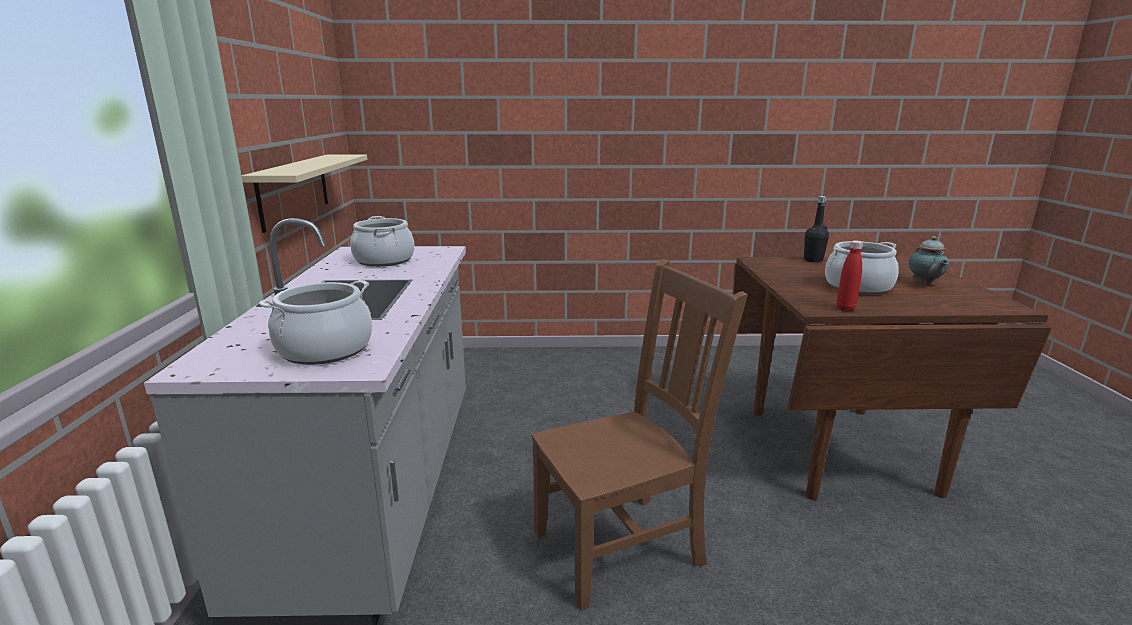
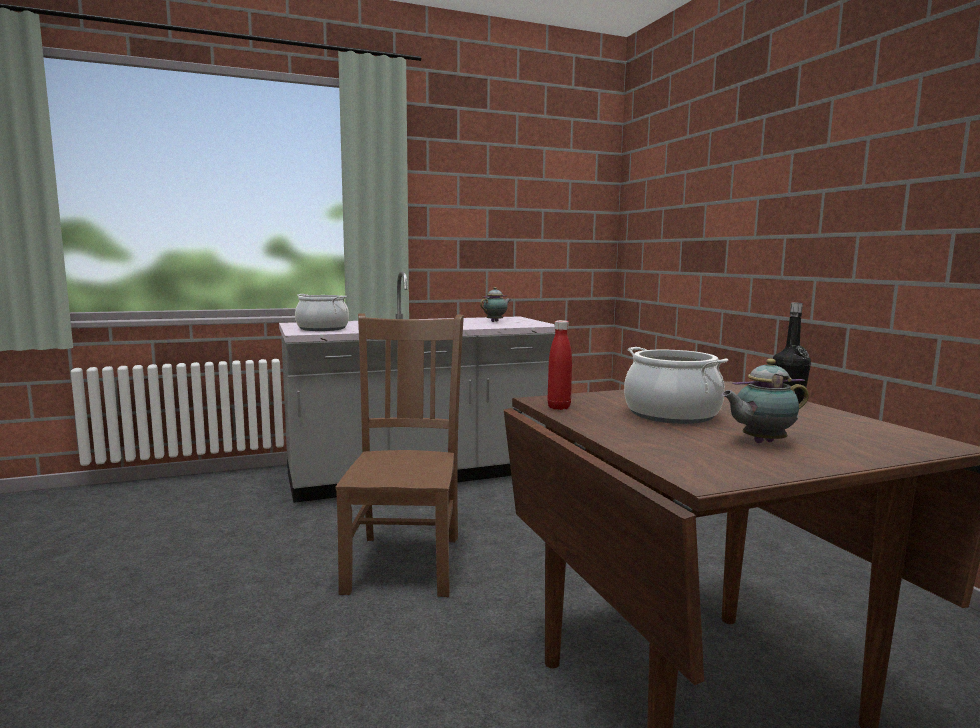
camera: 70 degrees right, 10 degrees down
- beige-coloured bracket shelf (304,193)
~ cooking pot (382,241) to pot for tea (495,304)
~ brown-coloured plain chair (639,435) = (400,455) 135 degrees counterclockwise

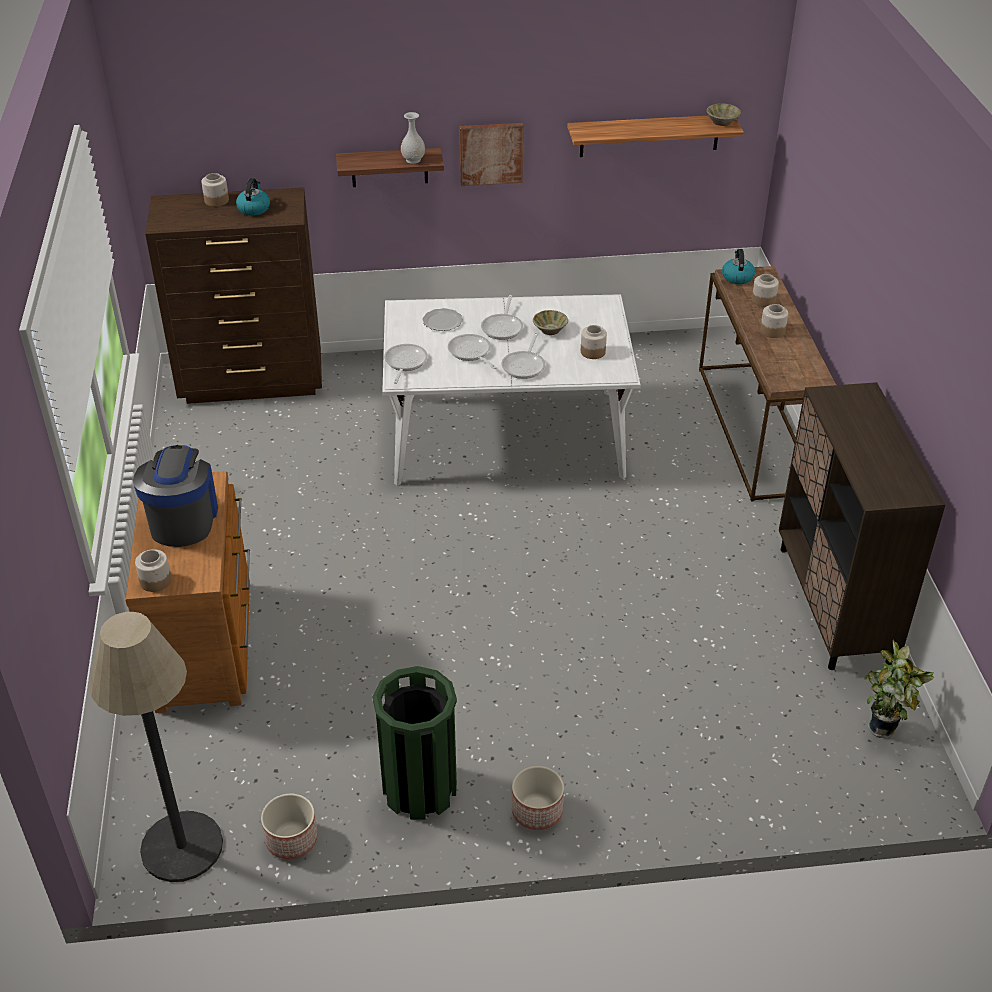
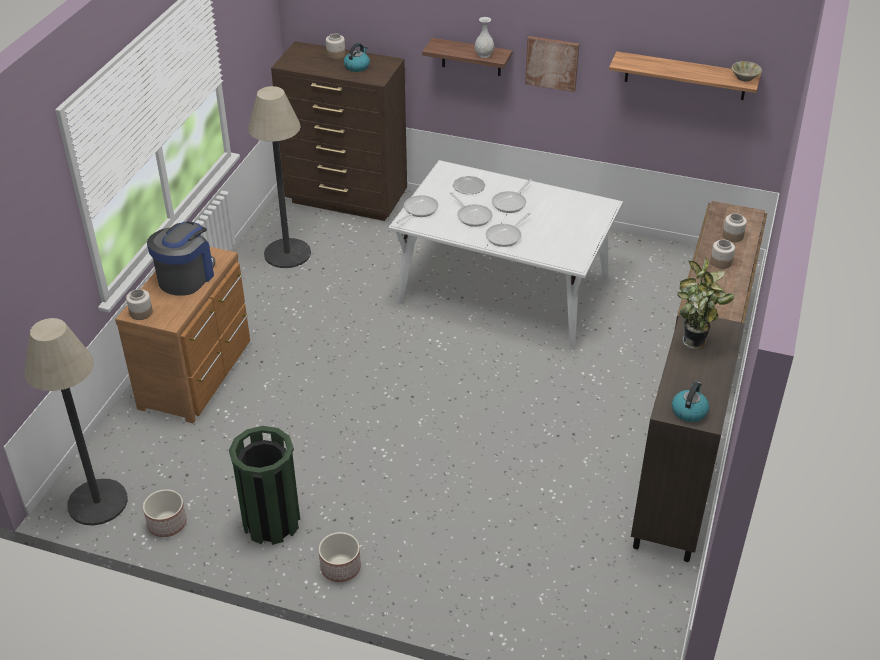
camera: 25 degrees right, 0 degrees up
~ frying pan (472,351) = (471,209) 150 degrees clockwise
- beige-coloured deep dish (550,322)
- jar (594,342)
~ water kettle (738,266) to (690,402)
~ plant in a pot (899,688) to (706,303)
+ floor lamp (279,177)

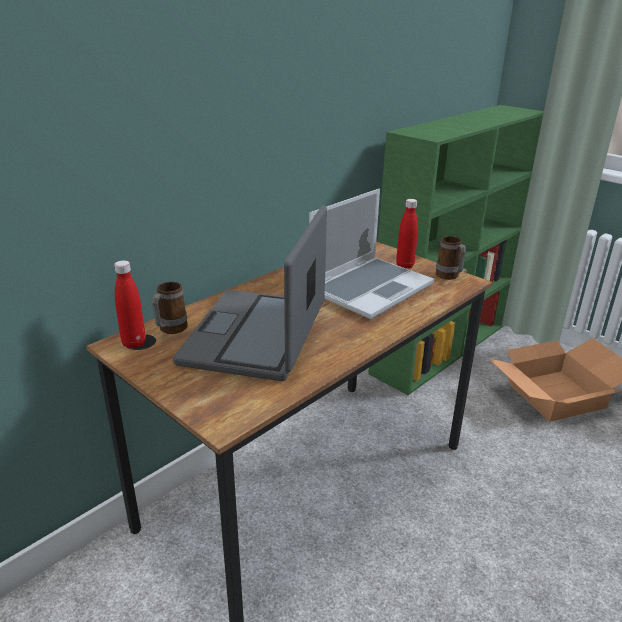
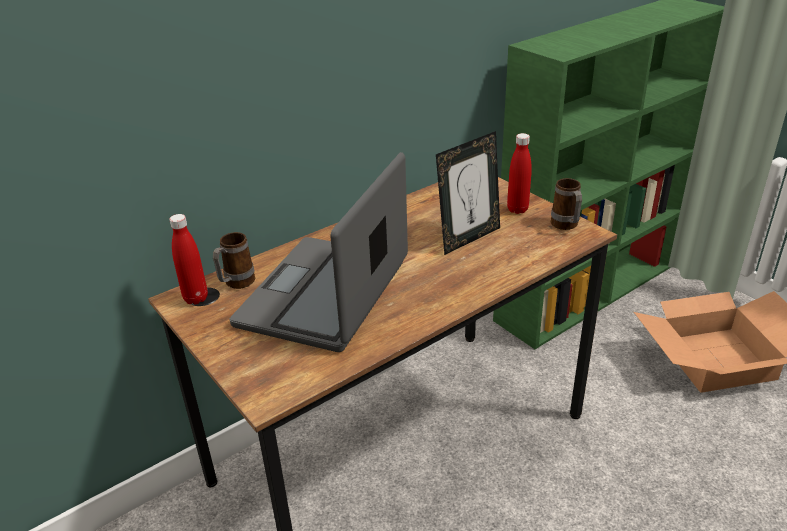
camera: 10 degrees right, 5 degrees up
~ notebook computer (371,253) to photo frame (468,193)

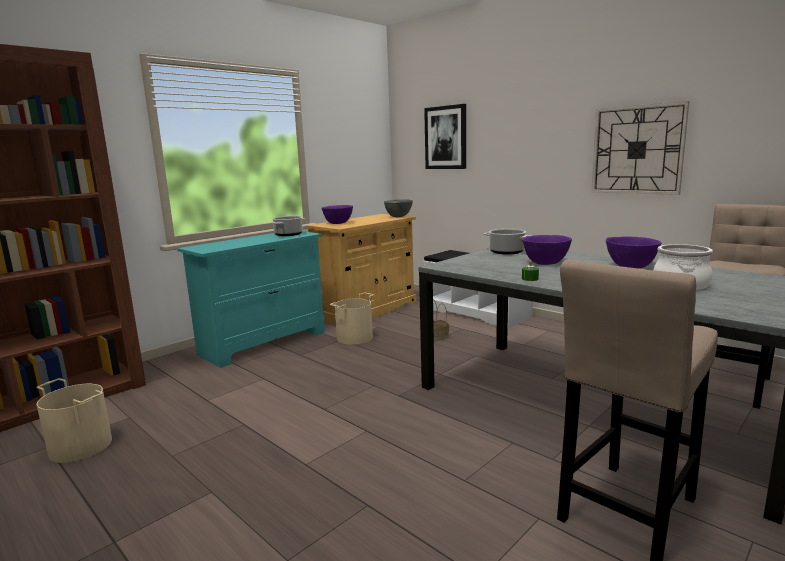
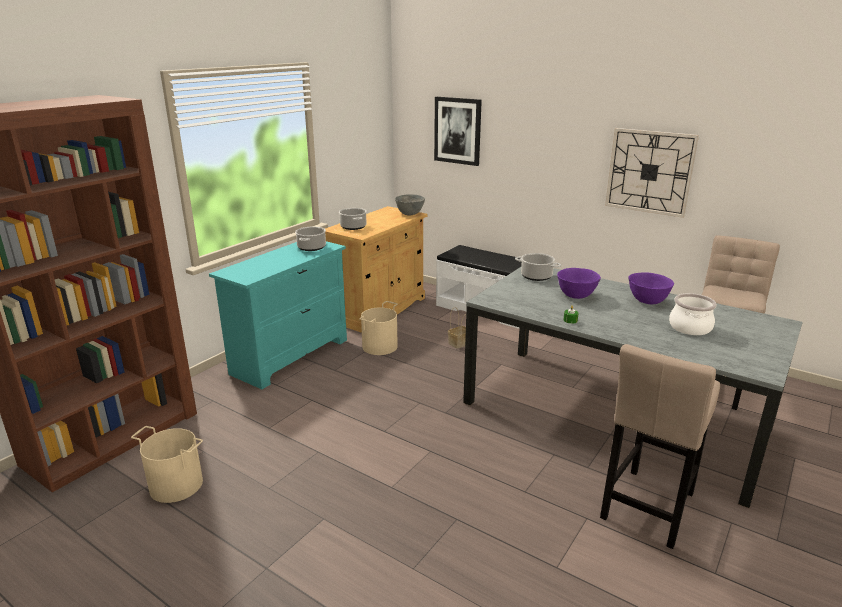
camera: 10 degrees left, 10 degrees up
~ purple deep dish (337,214) to cooking pot (353,219)

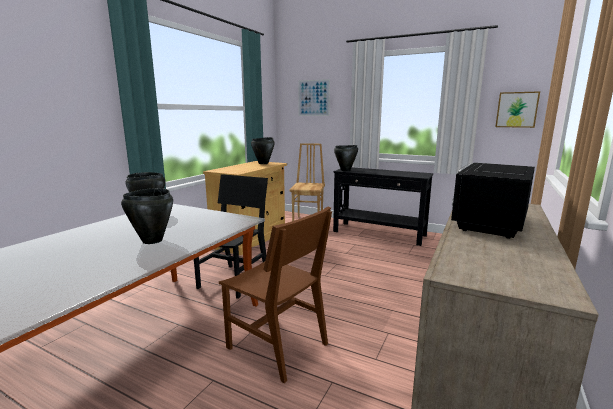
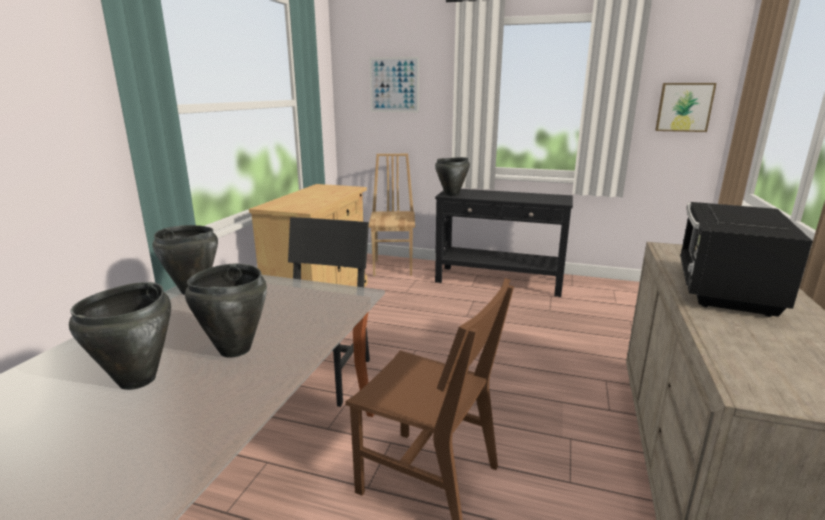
camera: 10 degrees left, 5 degrees up
~ black cooking pot (263,150) to (120,336)

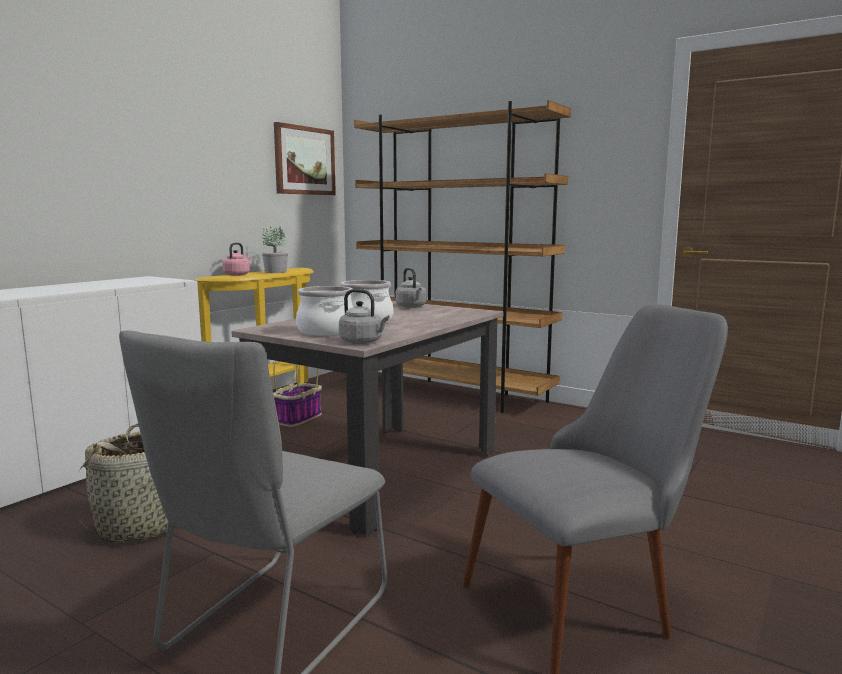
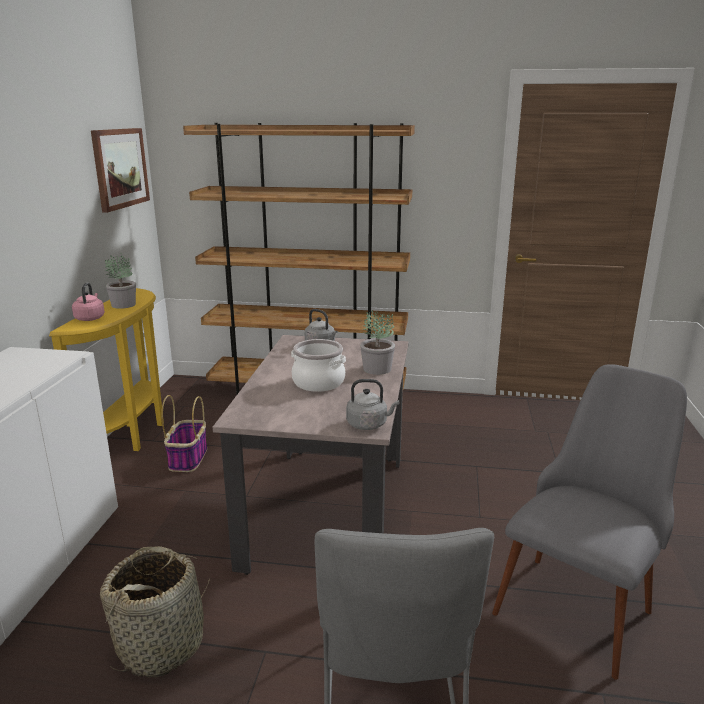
camera: 25 degrees left, 10 degrees up
- cooking pot (324,311)
+ plant in a pot (377,342)

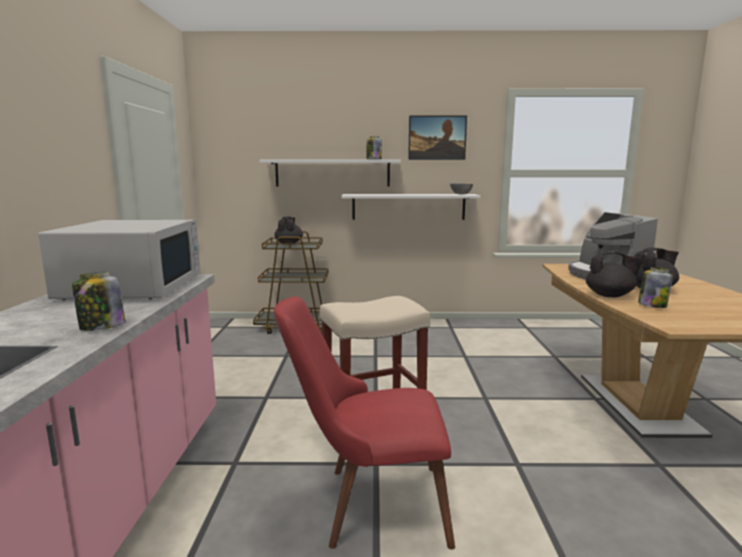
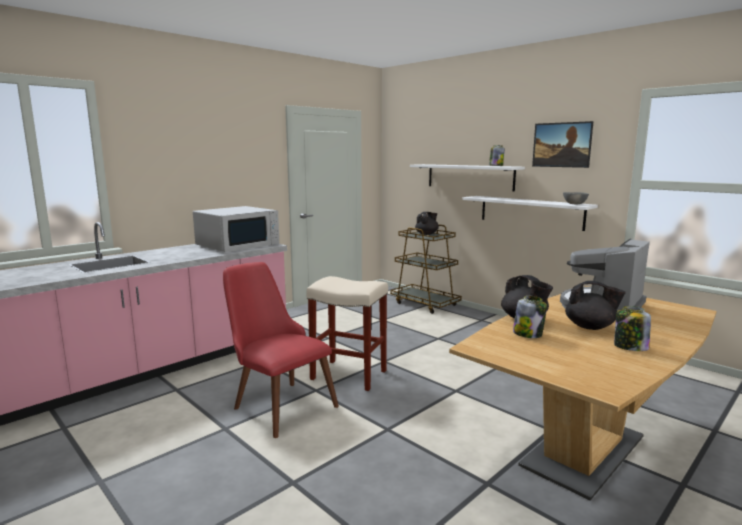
camera: 45 degrees right, 0 degrees up
~ jar (98,301) to (632,328)

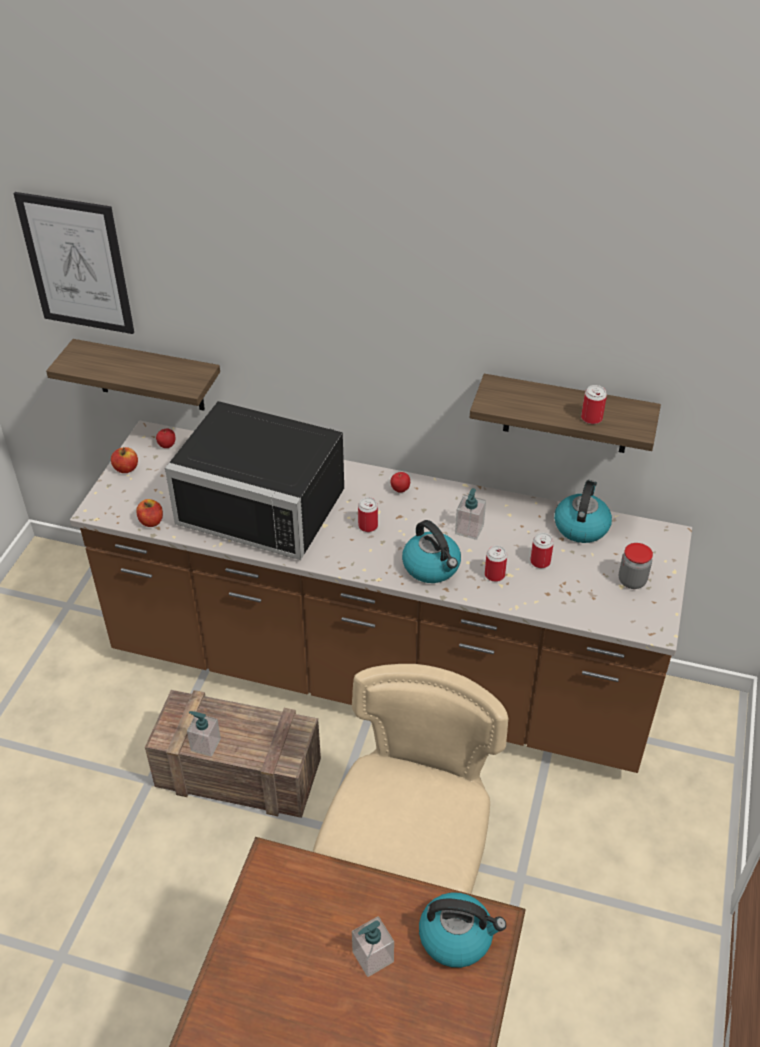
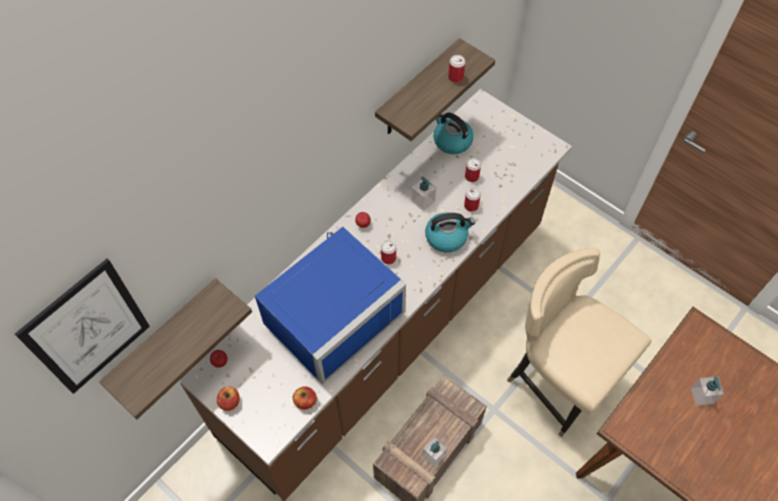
camera: 65 degrees left, 15 degrees up
~ black kitchen microwave (254,480) to blue kitchen microwave (330,305)
- water kettle (462,930)
- jar (636,566)

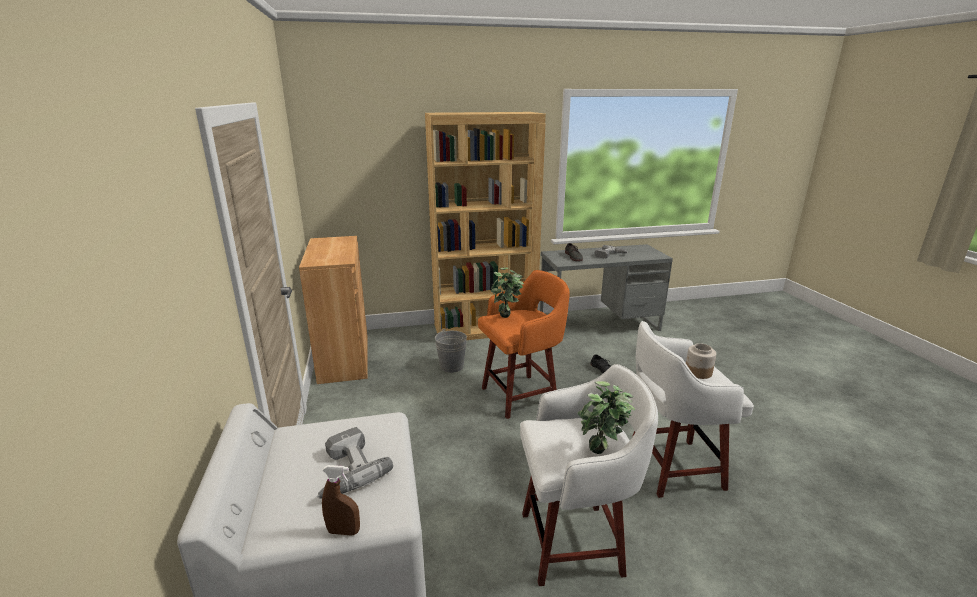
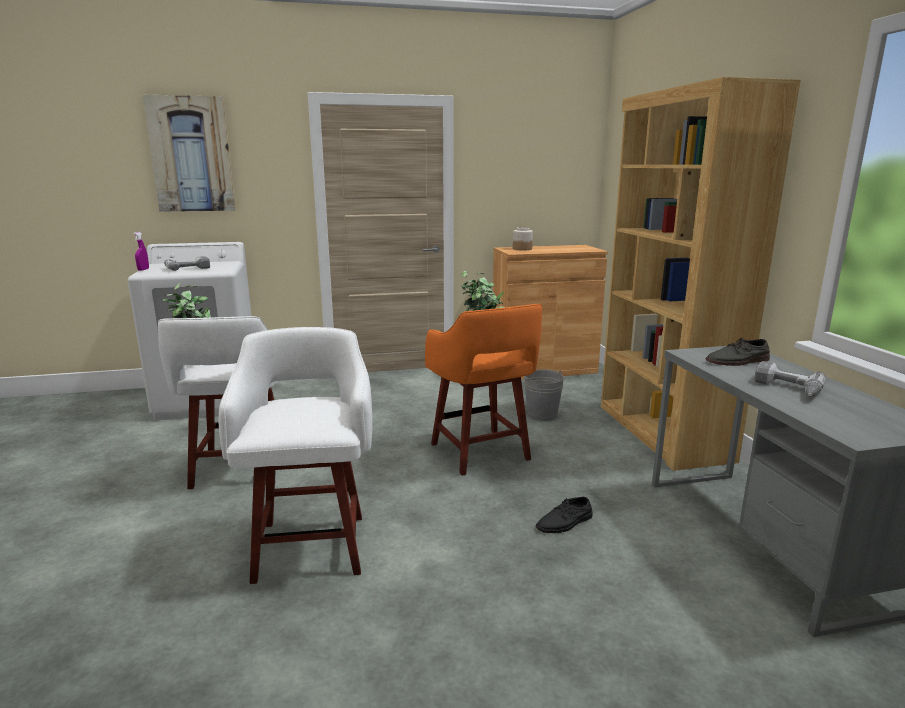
camera: 90 degrees right, 5 degrees down
~ brown-coloured hand sprayer (341,500) to purple hand sprayer (141,251)
~ jar (701,361) to (523,239)
+ wall art (189,153)

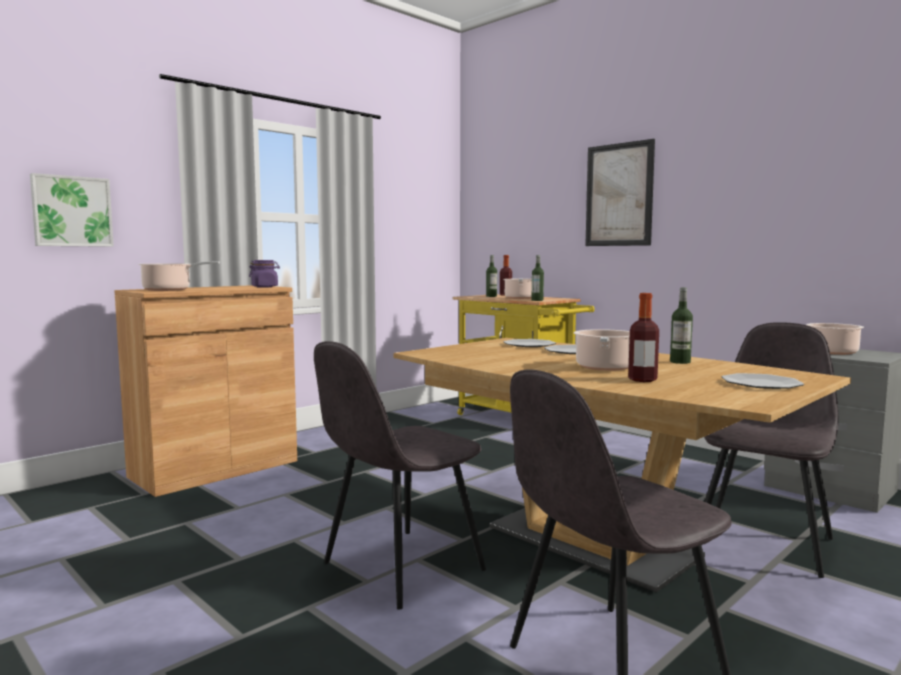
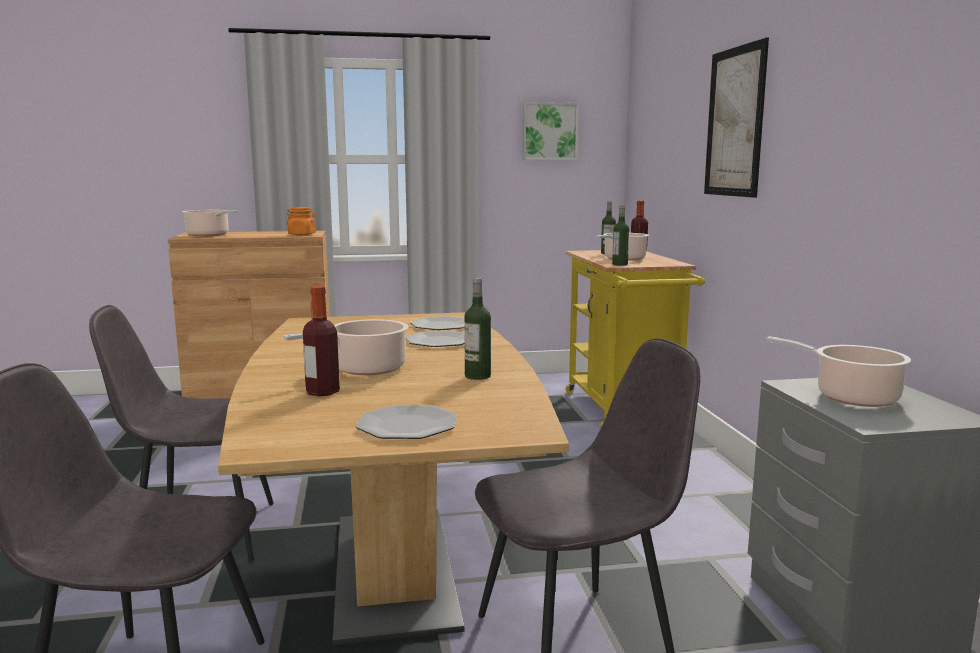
camera: 35 degrees right, 5 degrees up
~ wall art (72,210) to (550,131)
~ purple jar (264,274) to orange jar (302,221)

